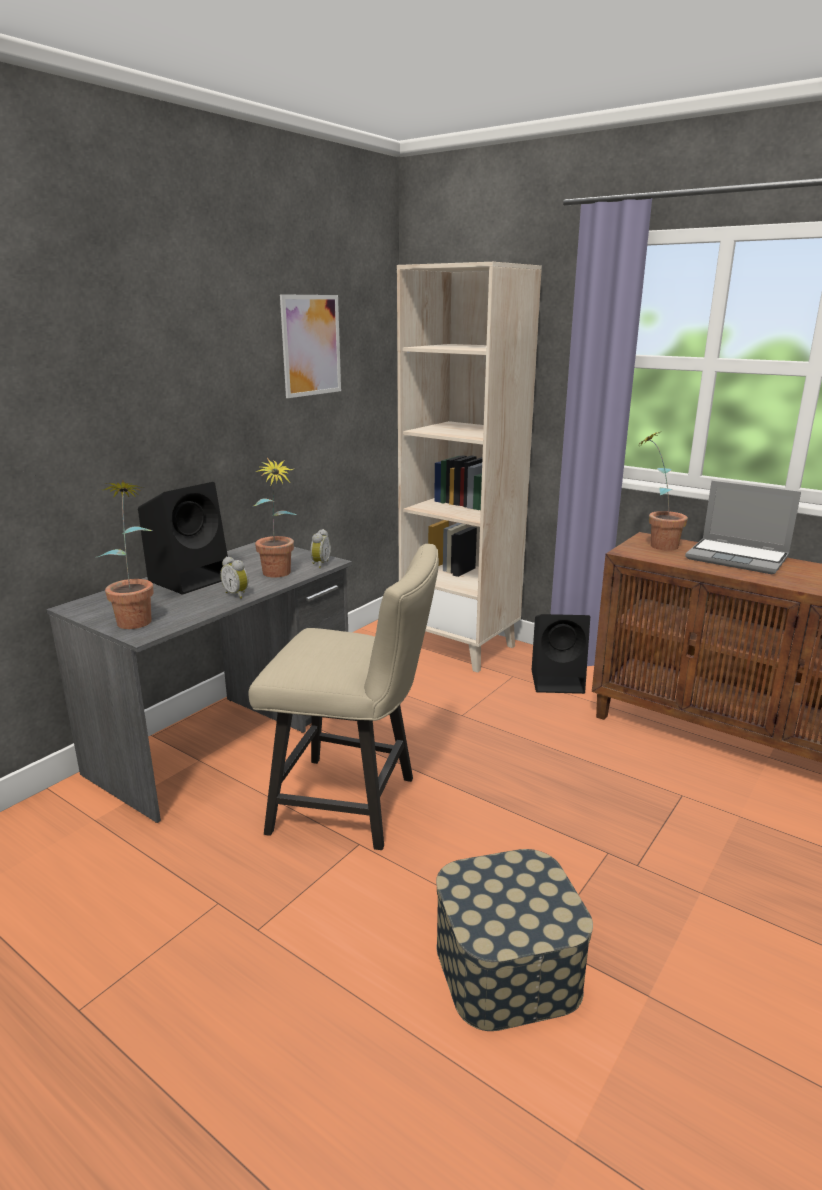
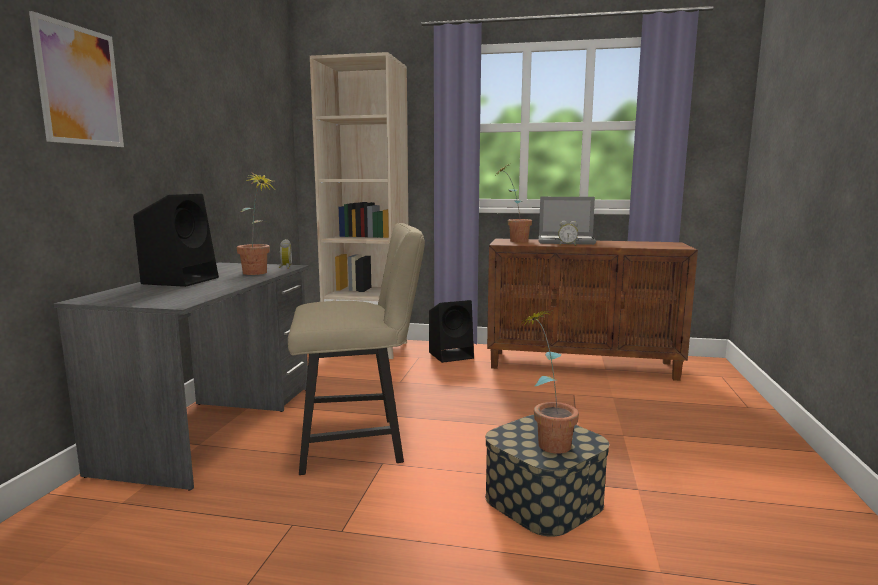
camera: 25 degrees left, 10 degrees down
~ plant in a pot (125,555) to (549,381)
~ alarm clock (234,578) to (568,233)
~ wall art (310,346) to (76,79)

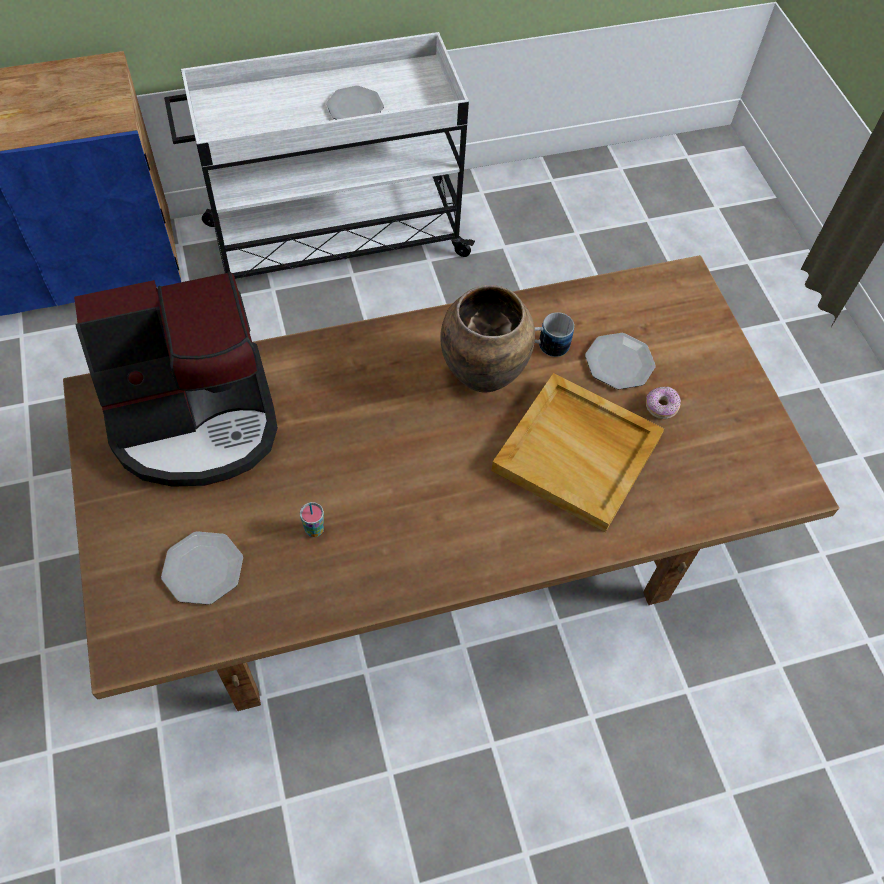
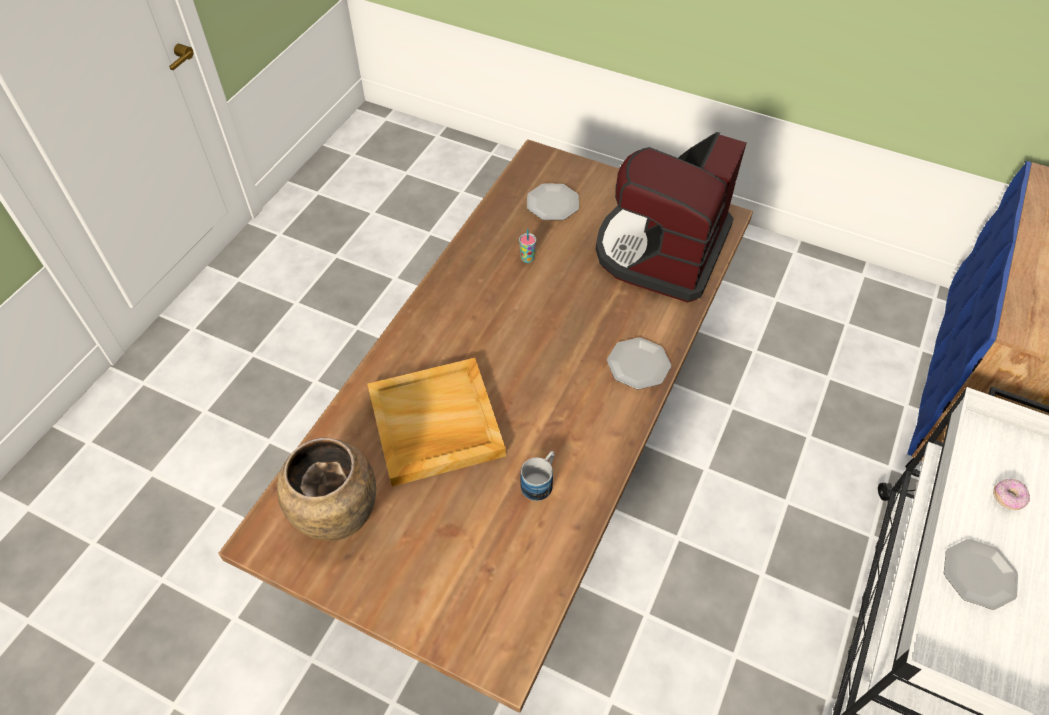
camera: 135 degrees right, 5 degrees down
~ brown-coloured flower vase (487,338) to (326,489)
~ dinner plate (620,361) to (639,364)
~ donut (663,403) to (1011,494)

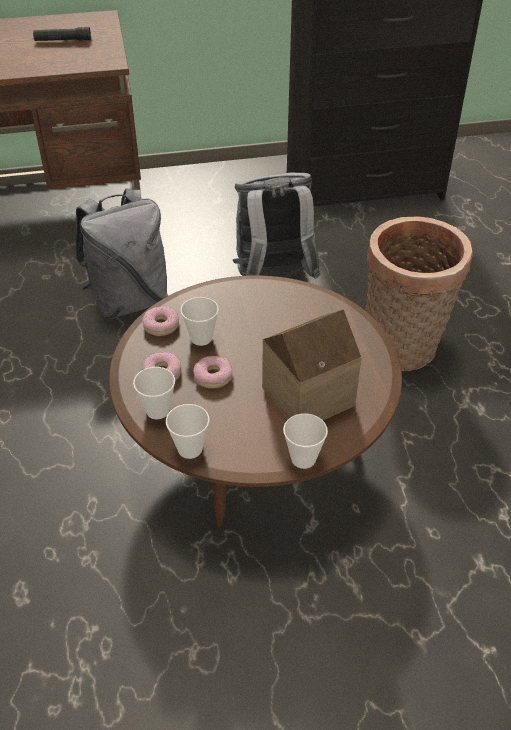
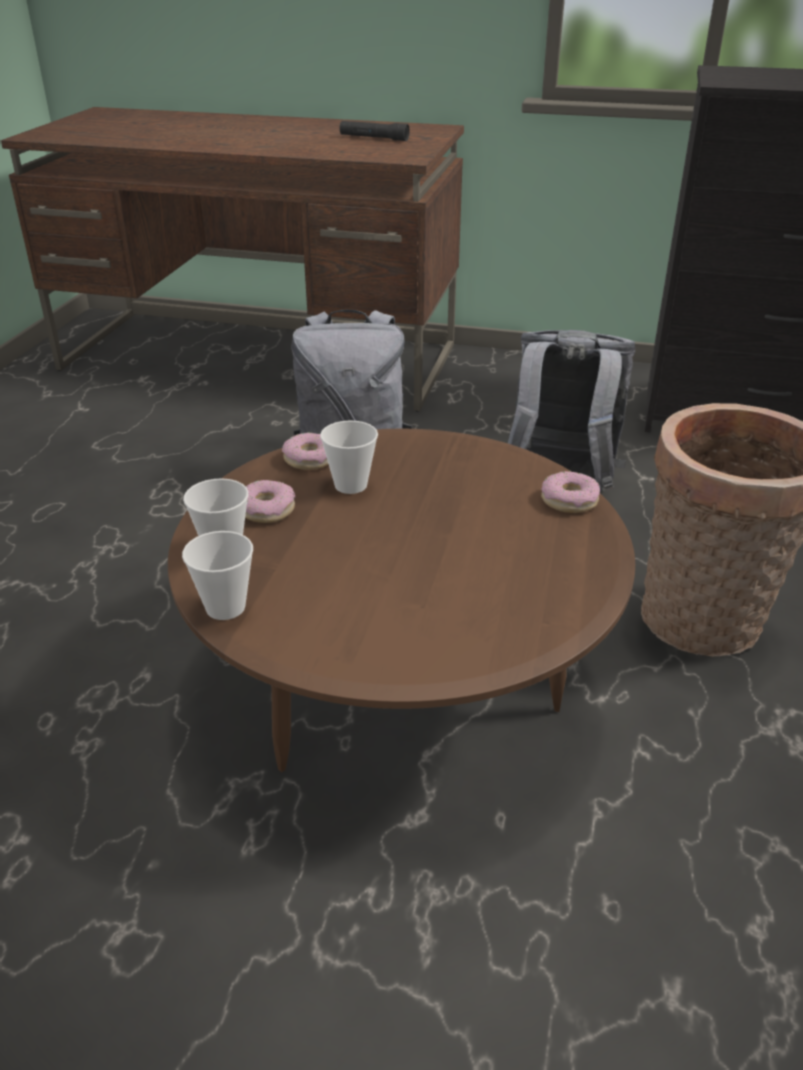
camera: 25 degrees right, 10 degrees down
~ donut (212,372) to (570,492)
- model house (312,364)
- small cup (305,441)

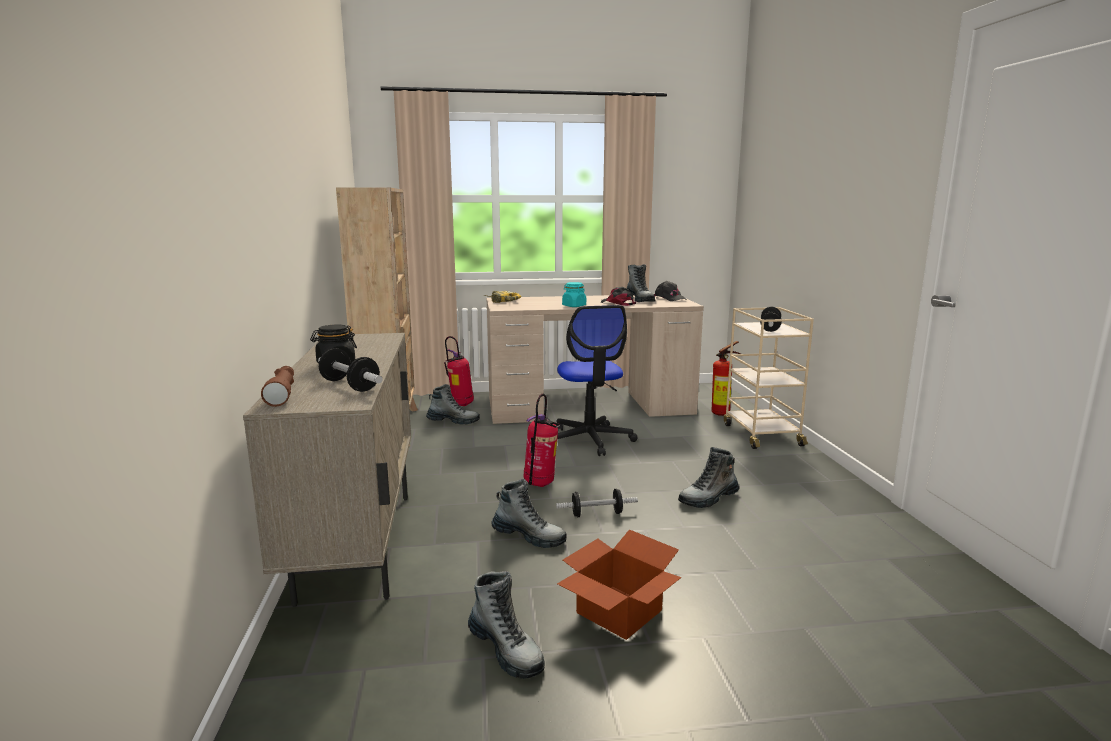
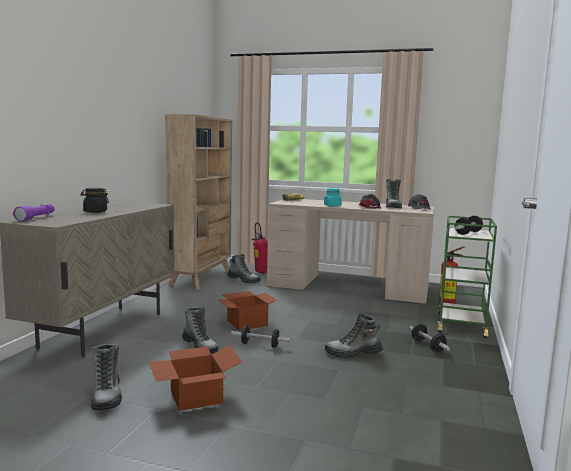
camera: 25 degrees right, 5 degrees down
~ brown-coloured hand torch (277,386) to purple hand torch (34,213)
~ free weight (350,370) to (429,338)
~ fire extinguisher (542,440) to carton (248,311)
- office chair (596,380)
~ beige-coloured wheeled cart (769,378) to green wheeled cart (467,277)

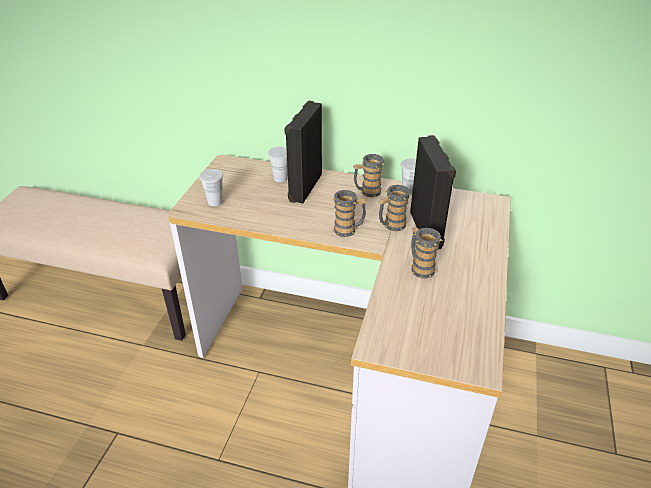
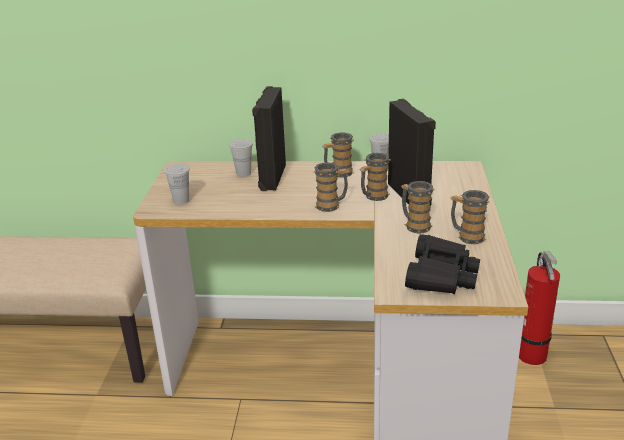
camera: 10 degrees left, 10 degrees down
+ black binoculars (442,264)
+ tea mug (469,217)
+ fire extinguisher (539,308)

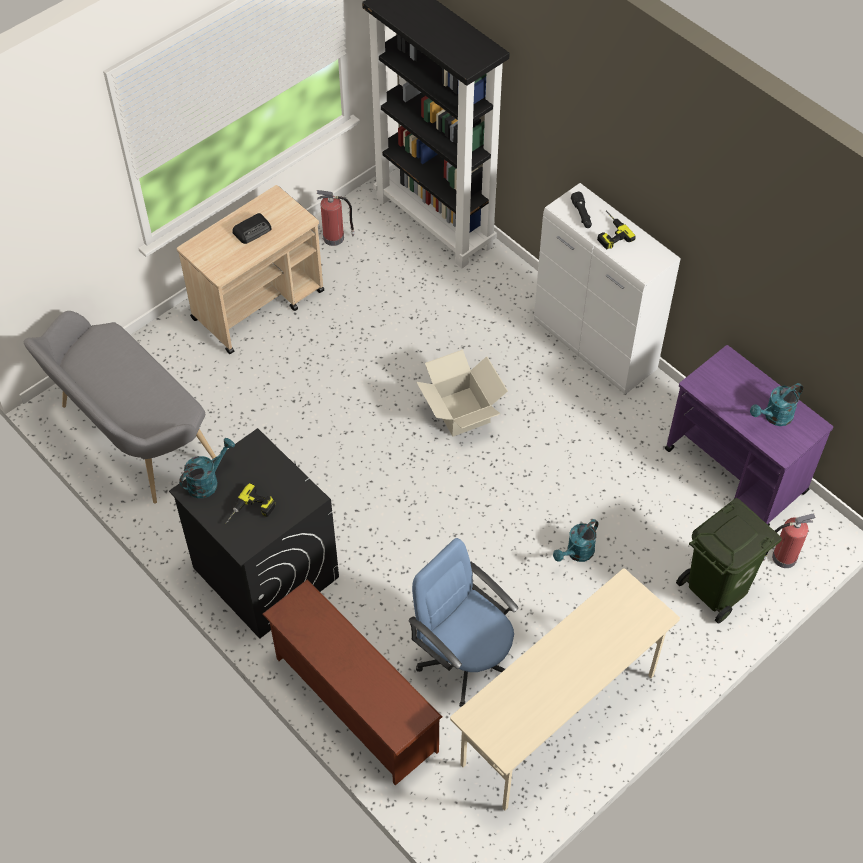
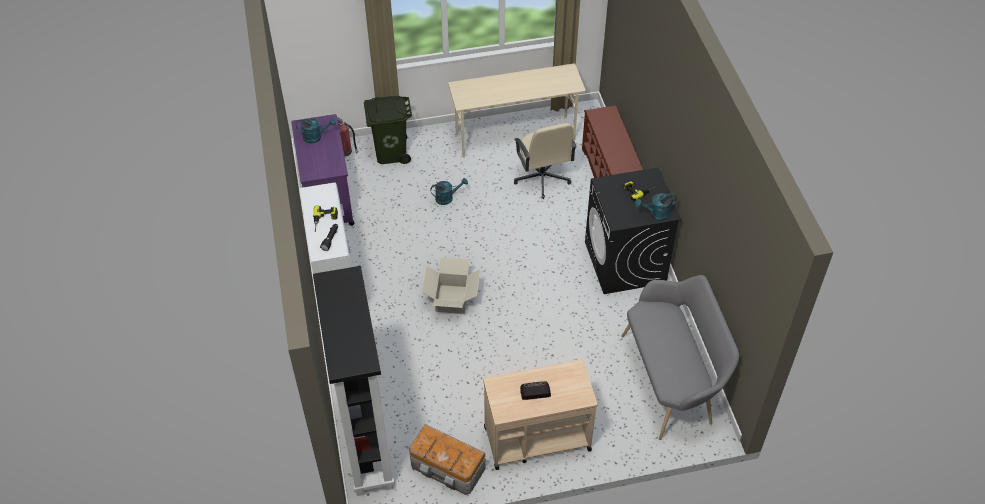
camera: 150 degrees left, 5 degrees down
~ fire extinguisher (336,218) to storage box (447,459)
~ blue office chair (463,622) to beige-coloured office chair (545,161)

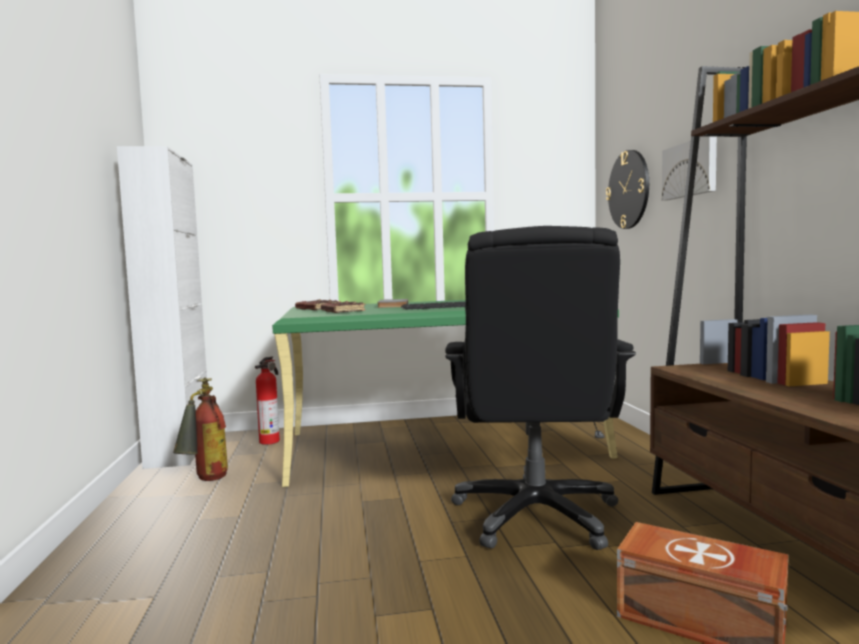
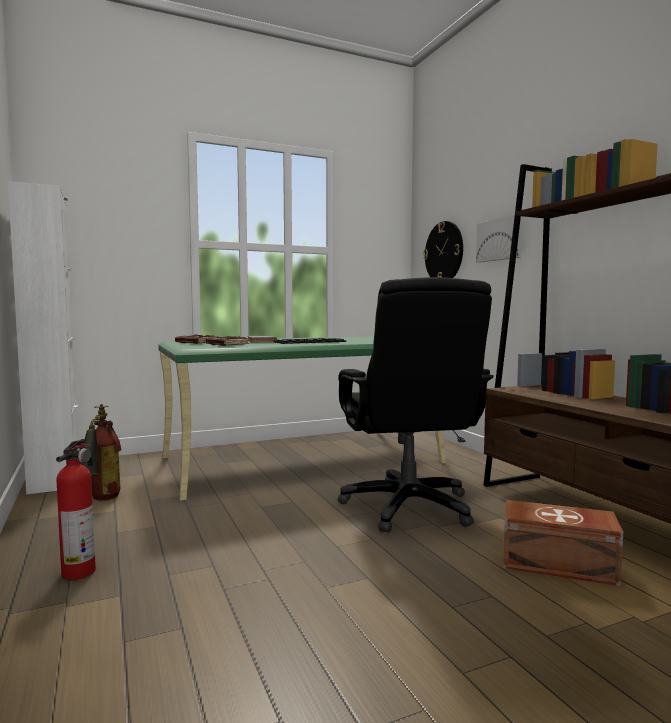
camera: 15 degrees left, 0 degrees up
~ fire extinguisher (267,401) to (76,509)

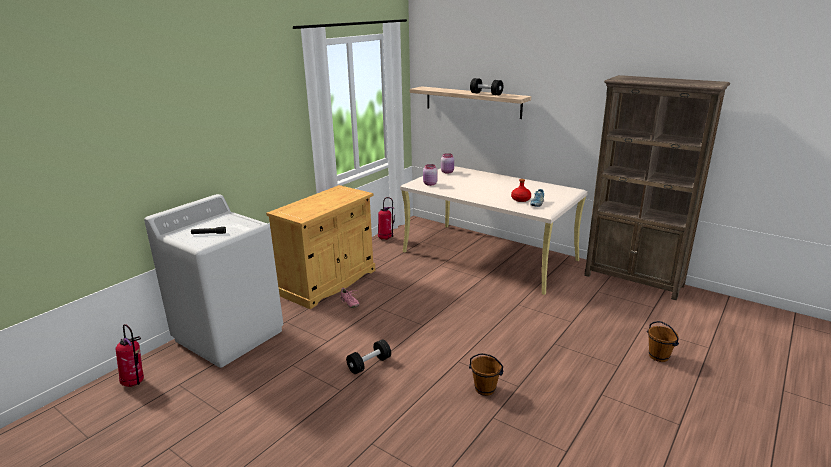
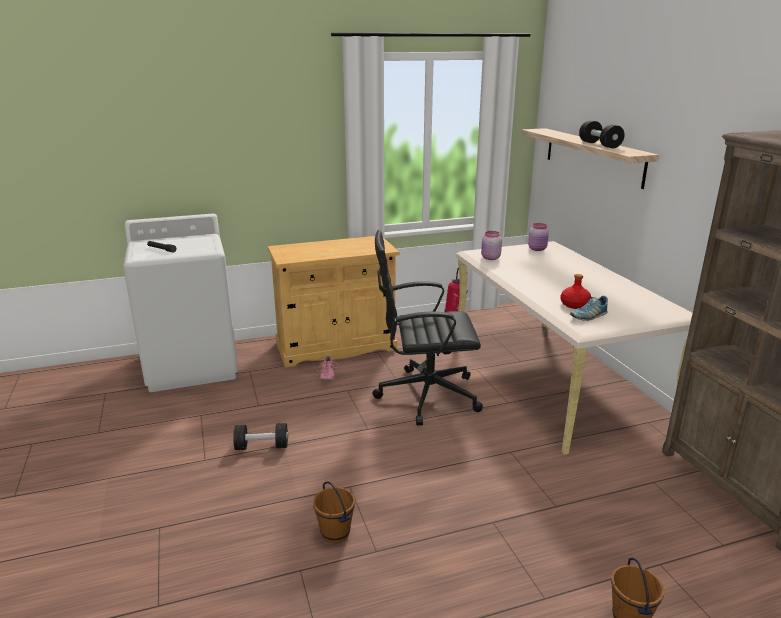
camera: 35 degrees right, 0 degrees up
- fire extinguisher (130,355)
+ black office chair (427,327)

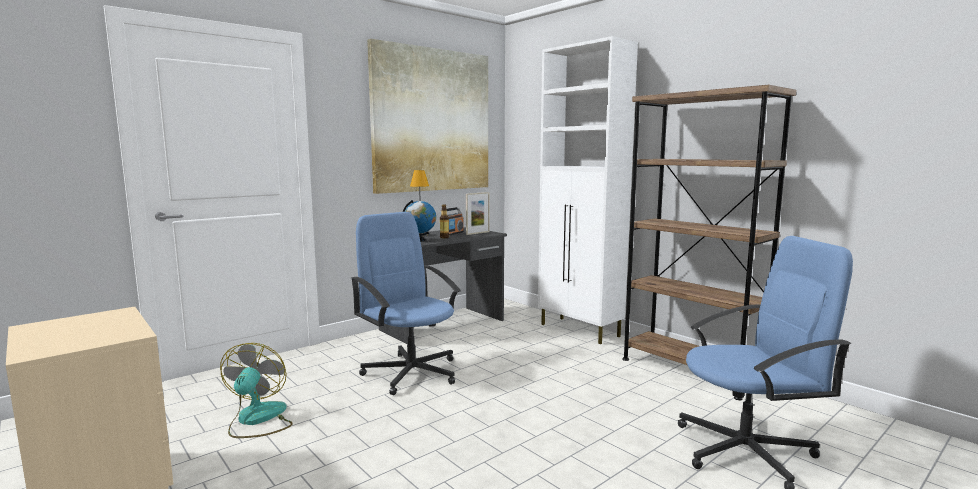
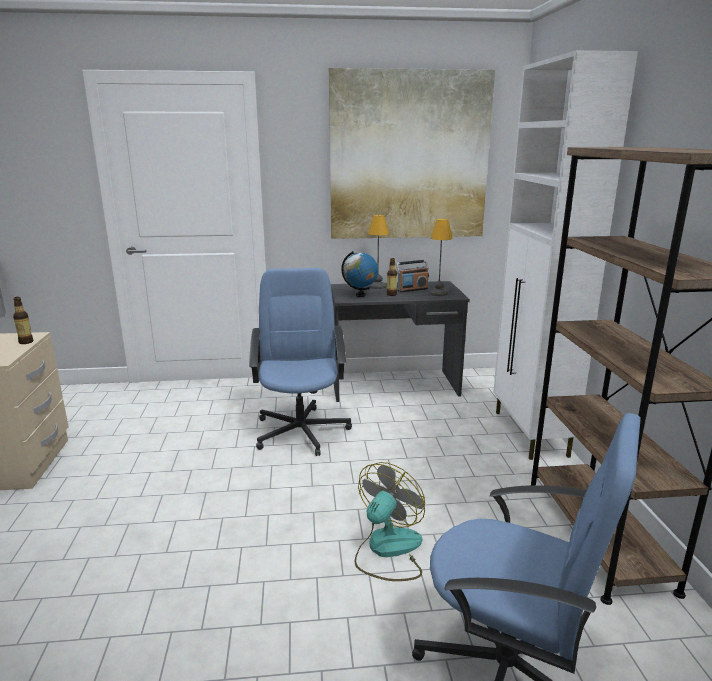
camera: 35 degrees right, 10 degrees up
~ electric fan (256,390) to (390,521)
~ photo frame (477,213) to tabletop lamp (441,257)
+ drink bottle (23,320)

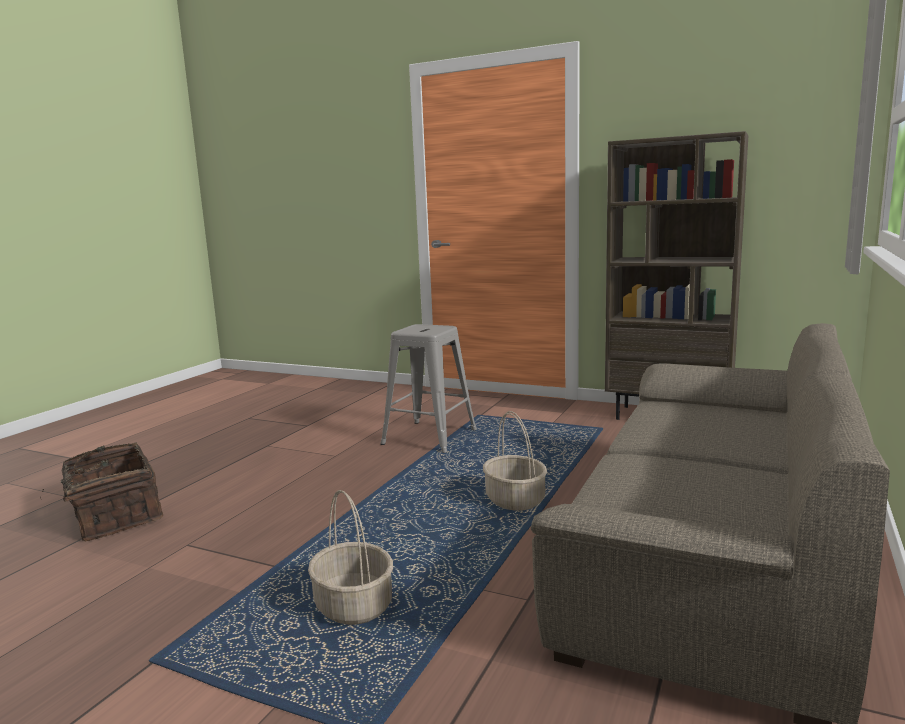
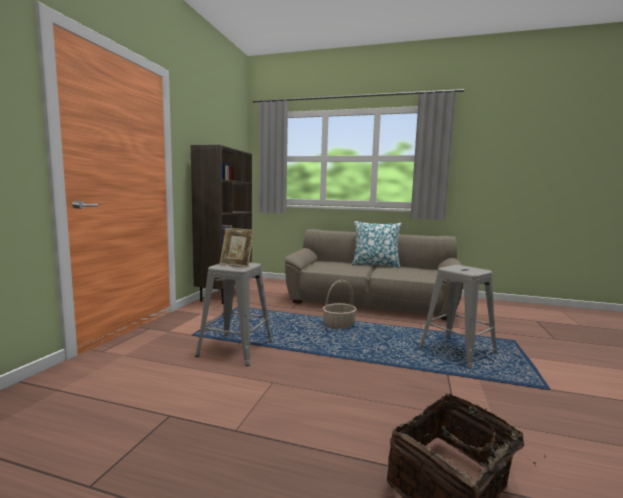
camera: 100 degrees left, 5 degrees down
~ storage basket (350,557) to greyish stool seat (458,316)
+ photo frame (237,247)
+ throw pillow (377,244)

